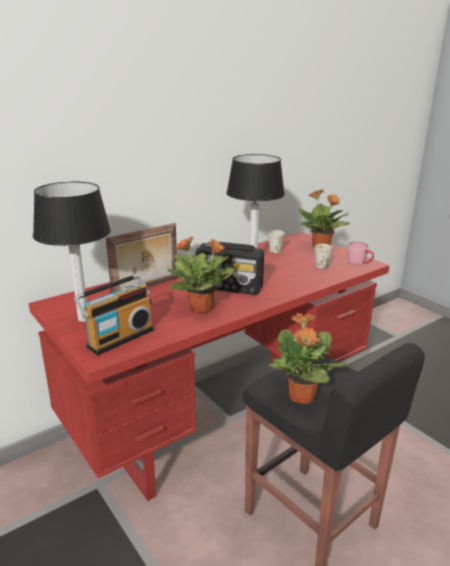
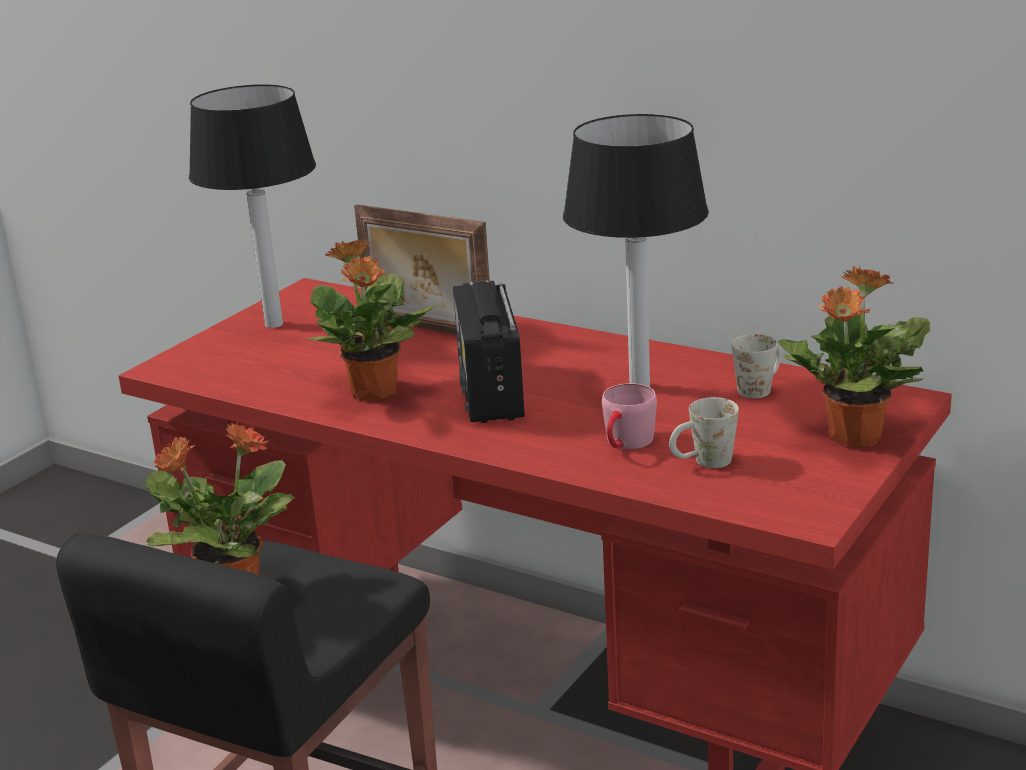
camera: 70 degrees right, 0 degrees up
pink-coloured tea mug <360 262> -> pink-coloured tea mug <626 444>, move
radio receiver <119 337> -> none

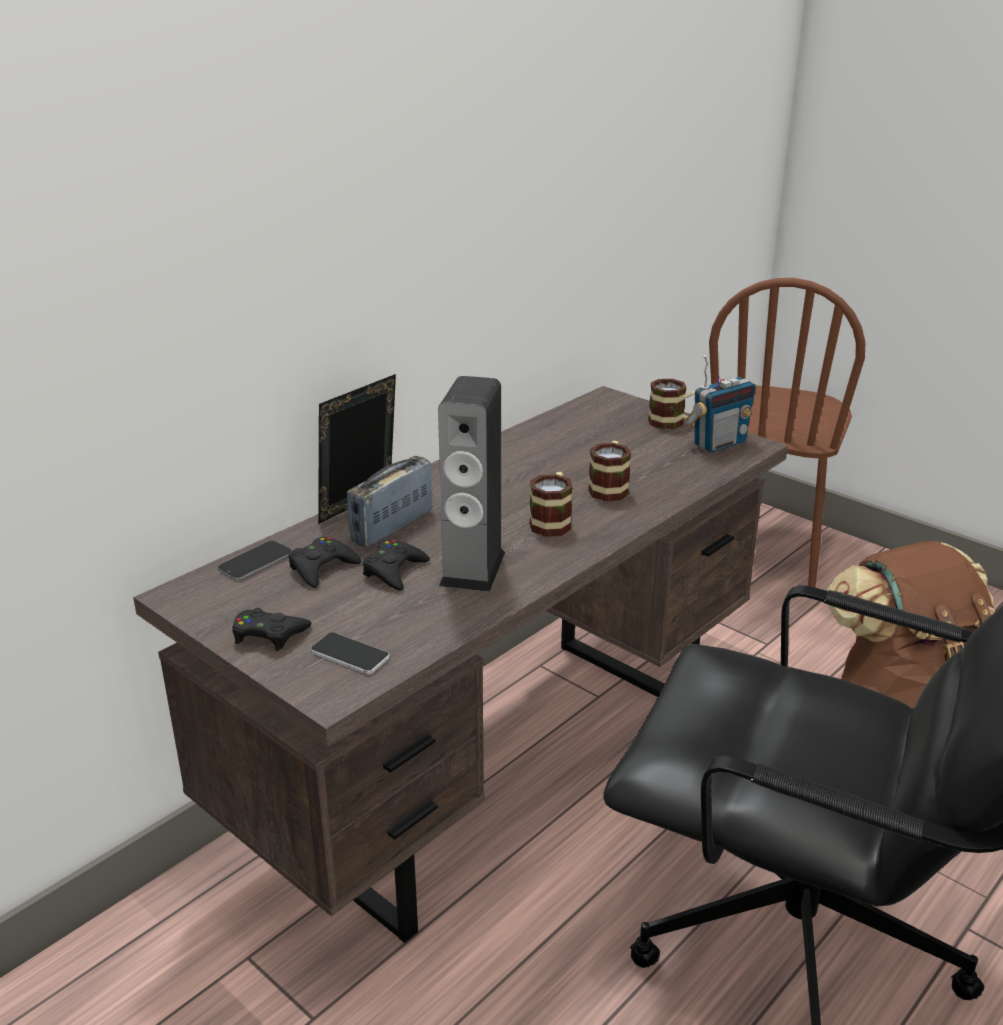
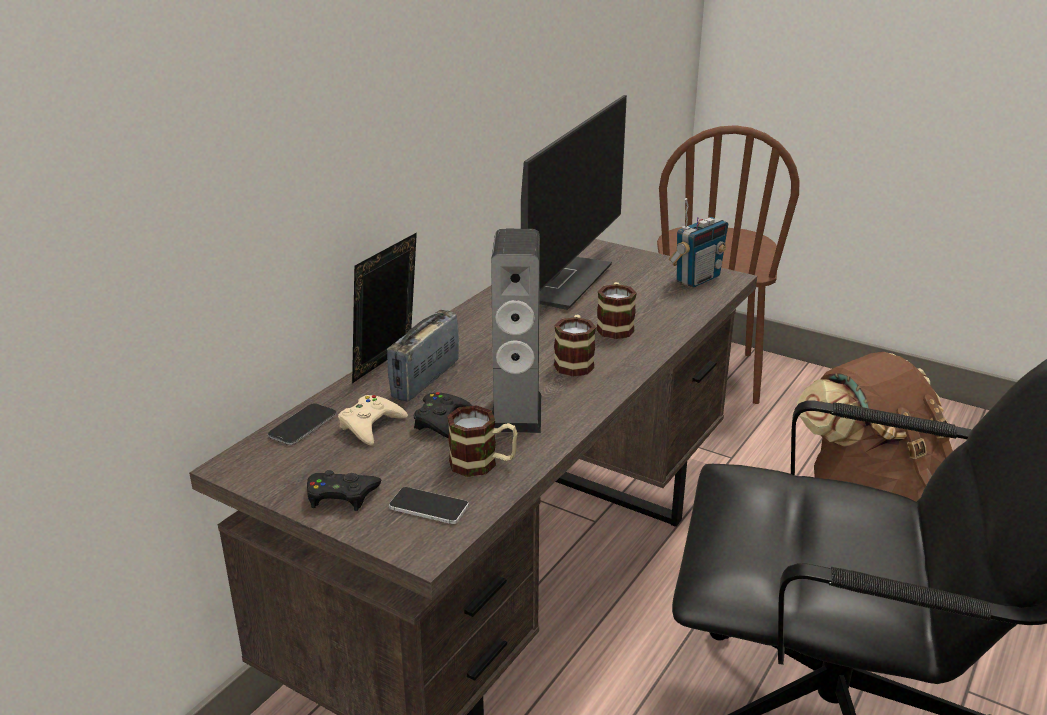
camera: 10 degrees left, 0 degrees up
black joypad <322 568> -> beige-coloured joypad <371 425>
tea mug <673 423> -> tea mug <483 464>, move
none -> computer display <557 281>

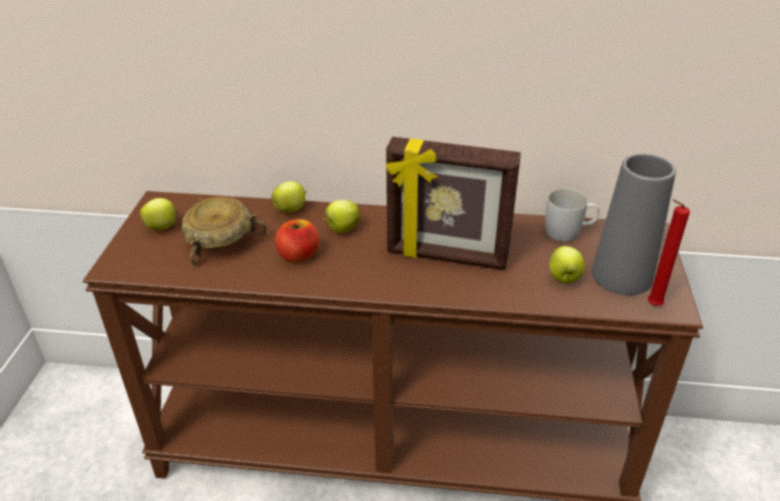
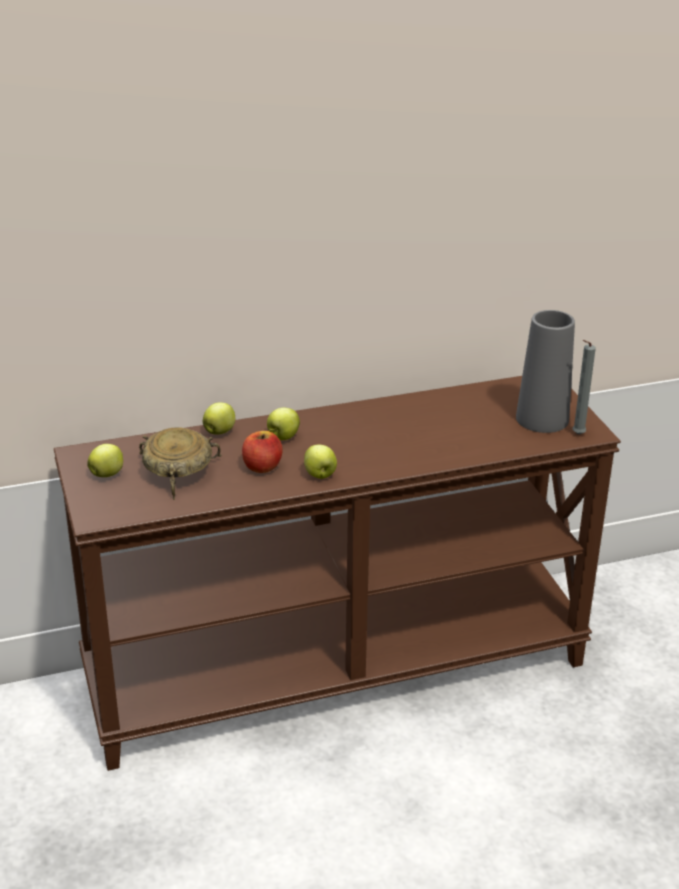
camera: 25 degrees left, 5 degrees down
whole apple <564 278> -> whole apple <320 475>, move
reddish candle <651 306> -> greyish candle <576 435>
standing frame <446 257> -> none
white-coloured tea mug <569 232> -> none

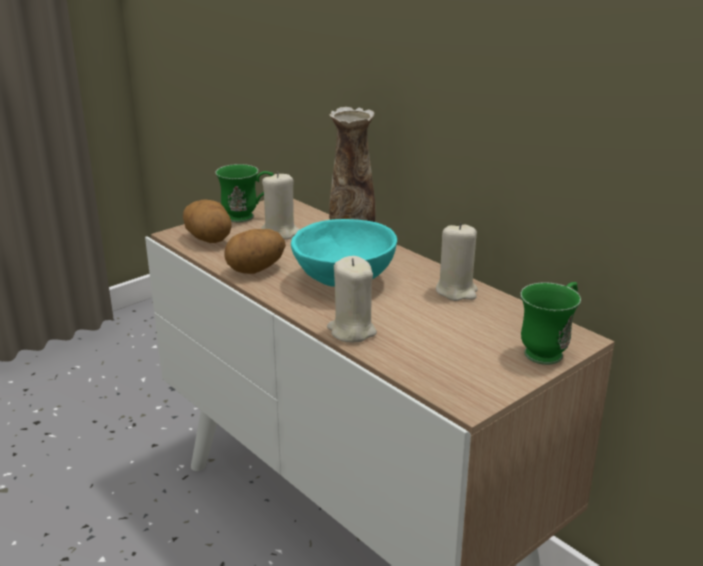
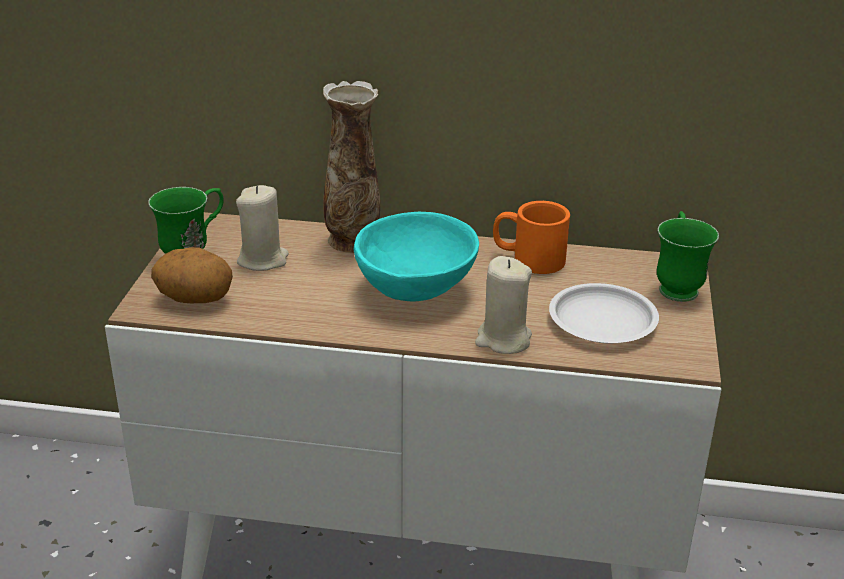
camera: 40 degrees left, 5 degrees up
beige-coloured candle <456 291> -> orange tea mug <528 259>
none -> white-coloured plate <601 320>
whole potato <256 270> -> none

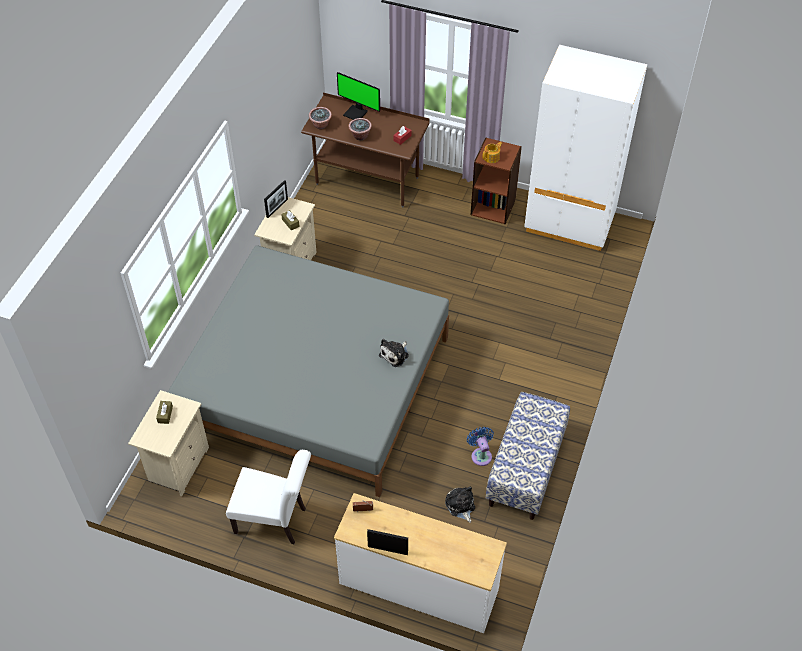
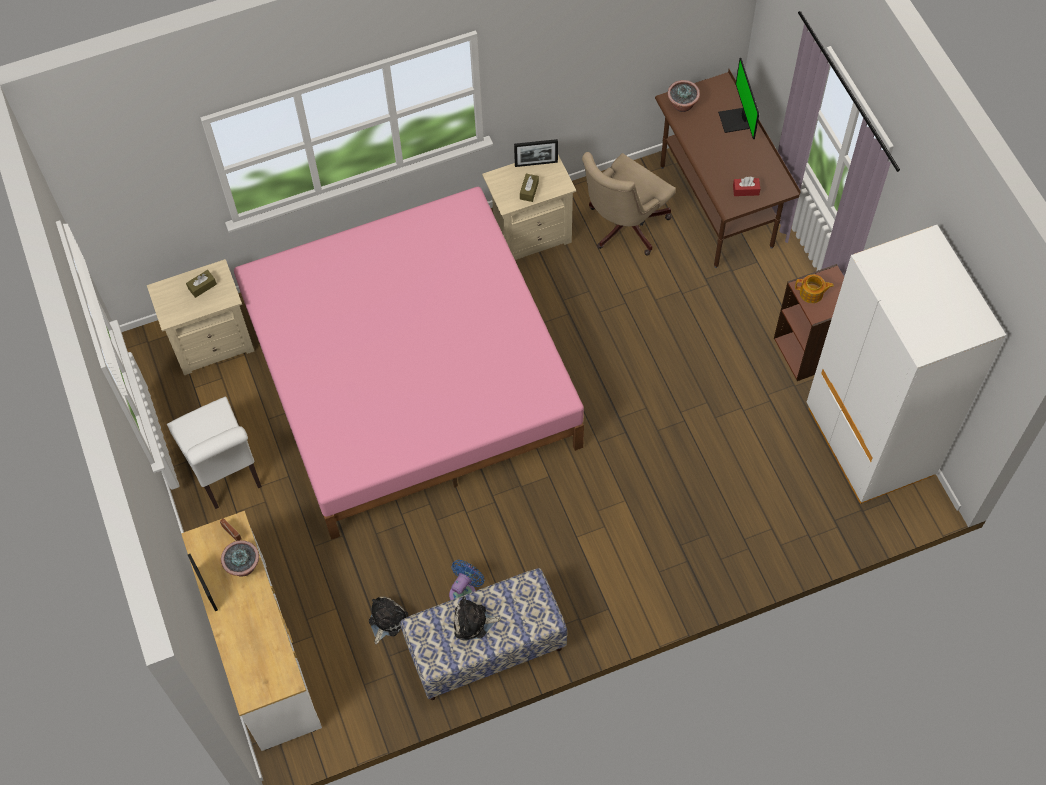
camera: 50 degrees right, 10 degrees up
potted plant <360 136> -> potted plant <243 566>, move
greyish bedroom bed <316 382> -> pink-coloured bedroom bed <411 376>
plush toy <395 354> -> plush toy <473 622>, move
none -> beige-coloured computer chair <623 227>

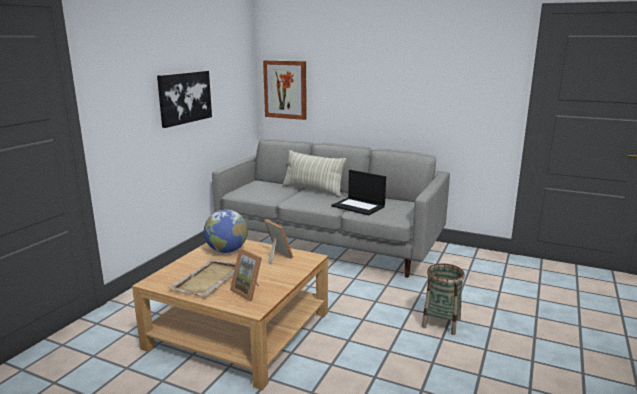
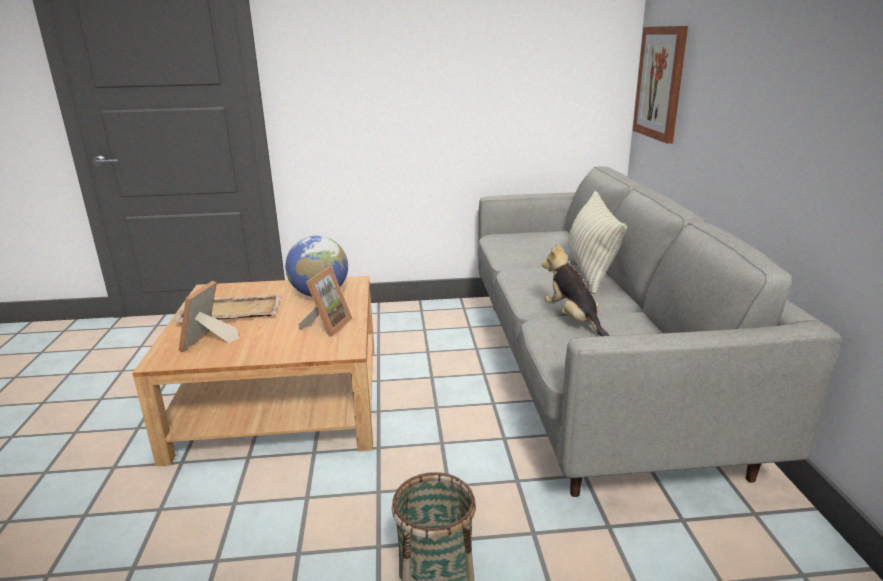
camera: 60 degrees right, 5 degrees up
laptop <359 206> -> plush toy <573 319>
picture <184 97> -> none

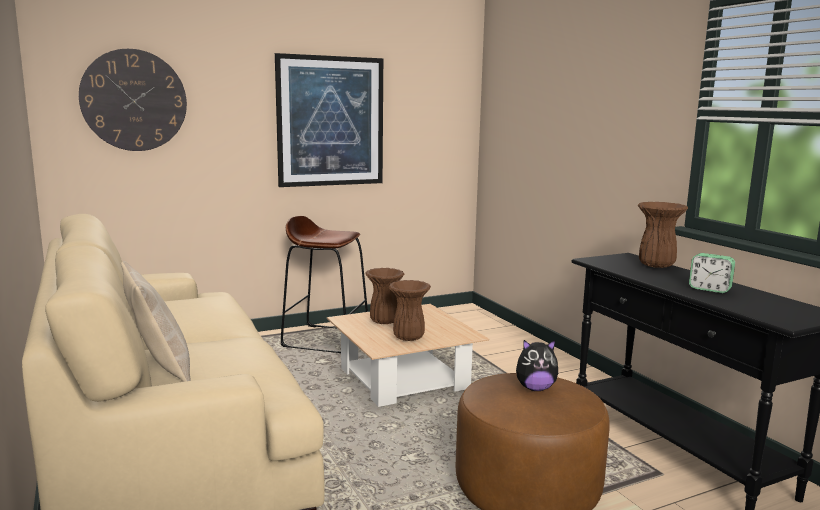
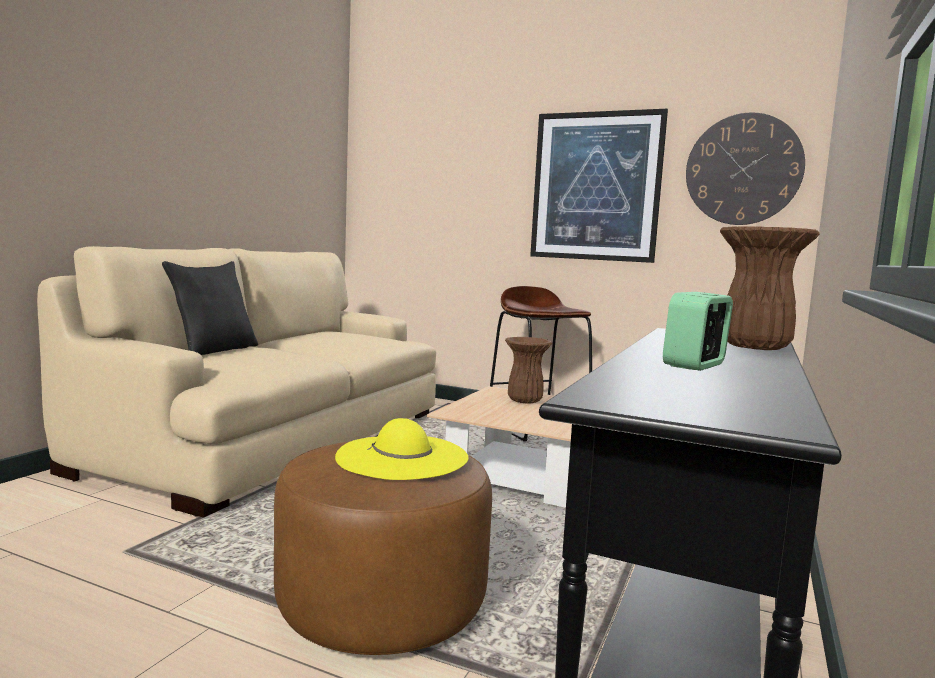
camera: 50 degrees right, 5 degrees down
beige-coloured throw pillow <159 367> -> black throw pillow <214 350>
plush toy <535 388> -> yellow-coloured wearable hat <402 457>
alarm clock <709 289> -> alarm clock <694 365>, 45 degrees clockwise
hanging clock <134 100> -> hanging clock <743 169>, move
brown flower vase <409 337> -> none

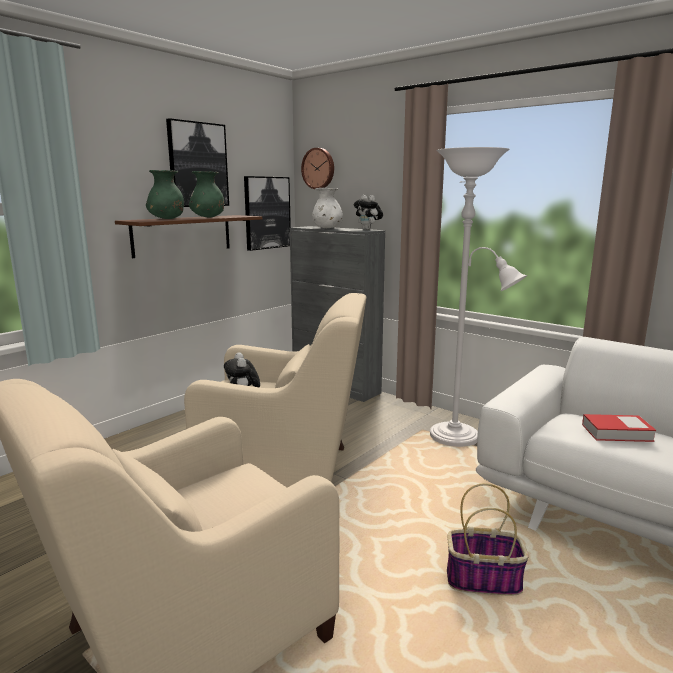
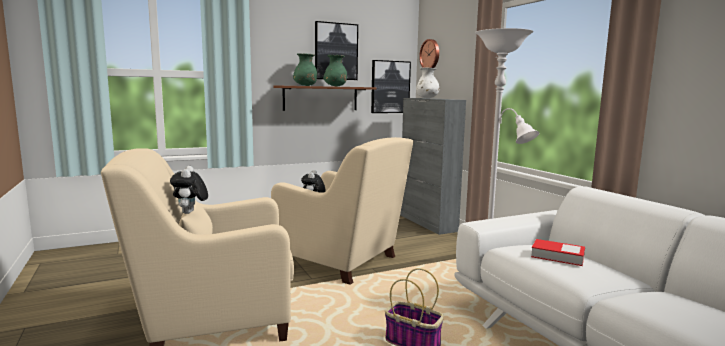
camera: 25 degrees right, 5 degrees down
plush toy <368 229> -> plush toy <190 213>, move

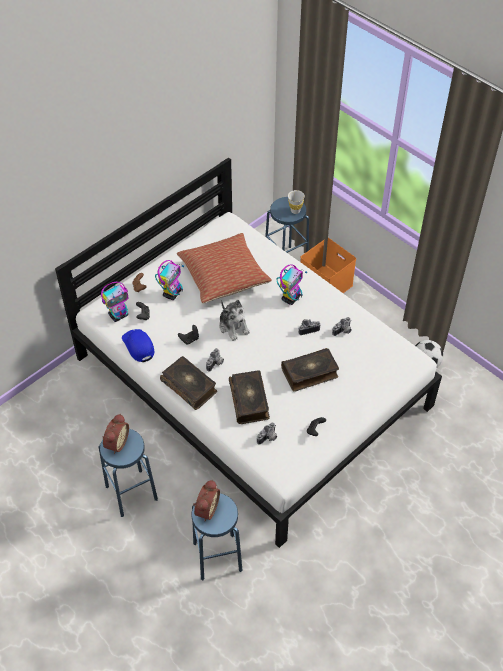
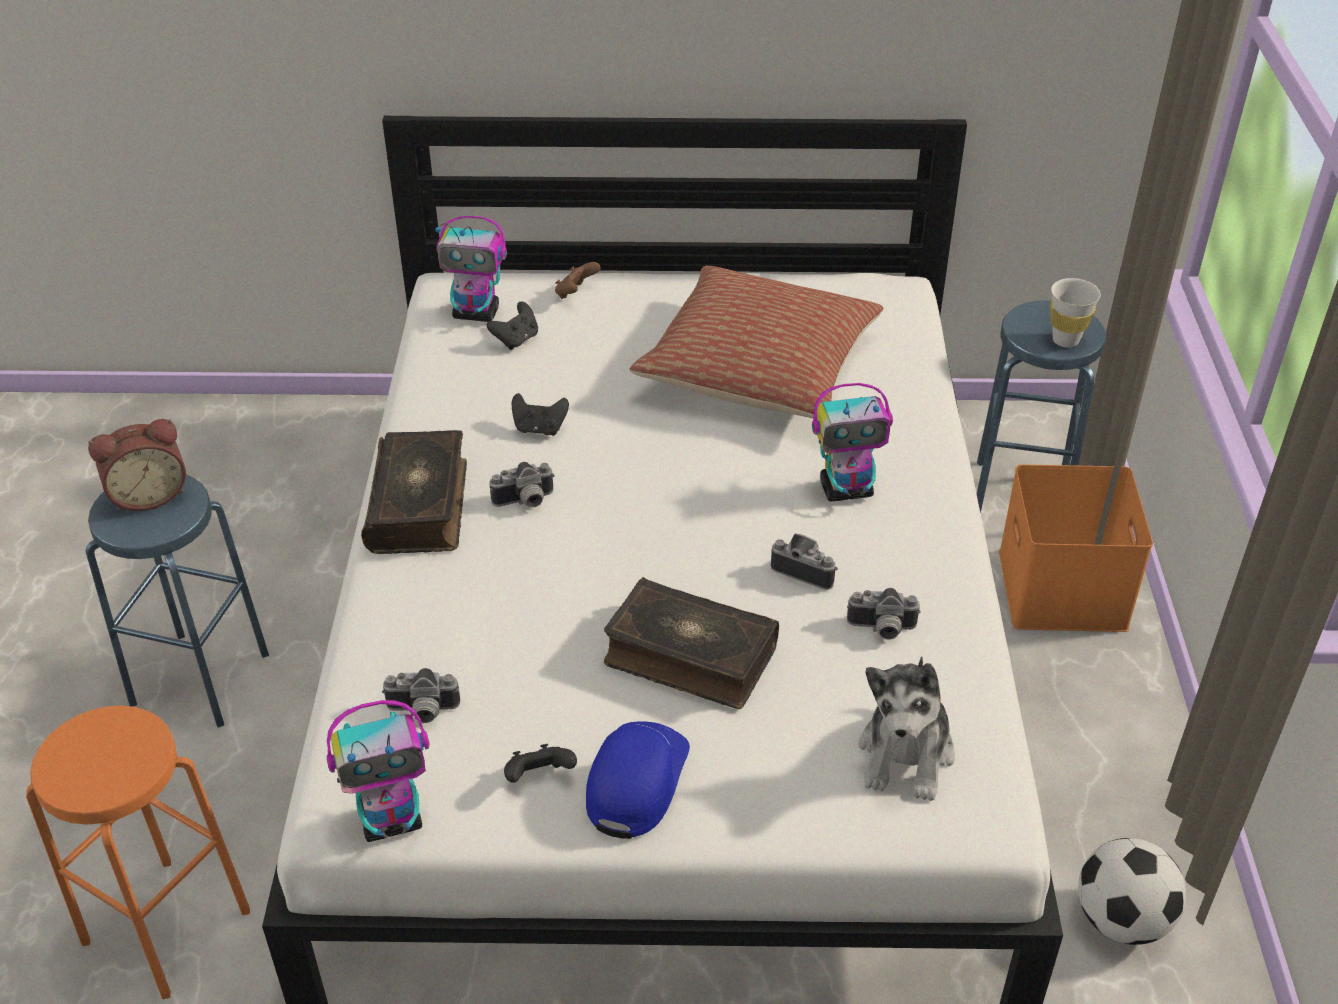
camera: 45 degrees right, 10 degrees down
blue-coloured stool seat <217 556> -> orange stool seat <167 926>
model robot <172 293> -> model robot <392 820>, move
blue-coloured baseball cap <138 346> -> blue-coloured baseball cap <636 780>, move
plush toy <233 326> -> plush toy <906 754>, move
alarm clock <205 509> -> none
book <249 401> -> none

